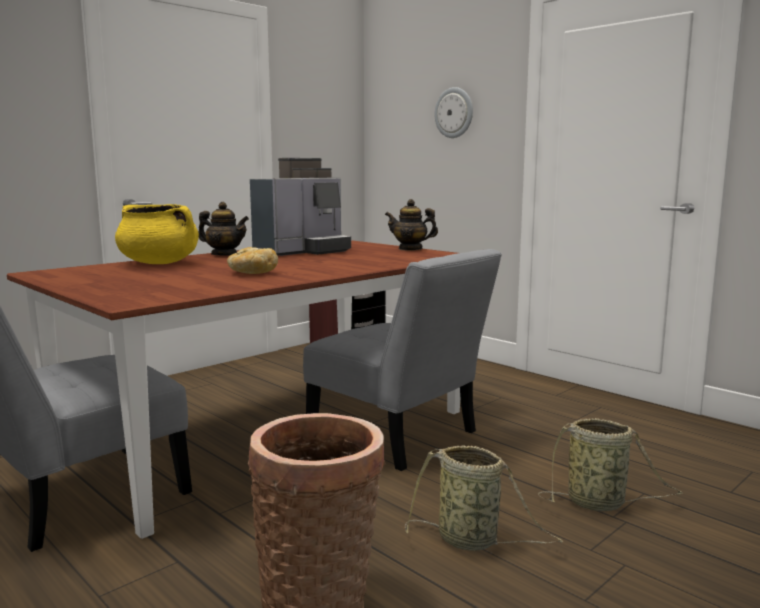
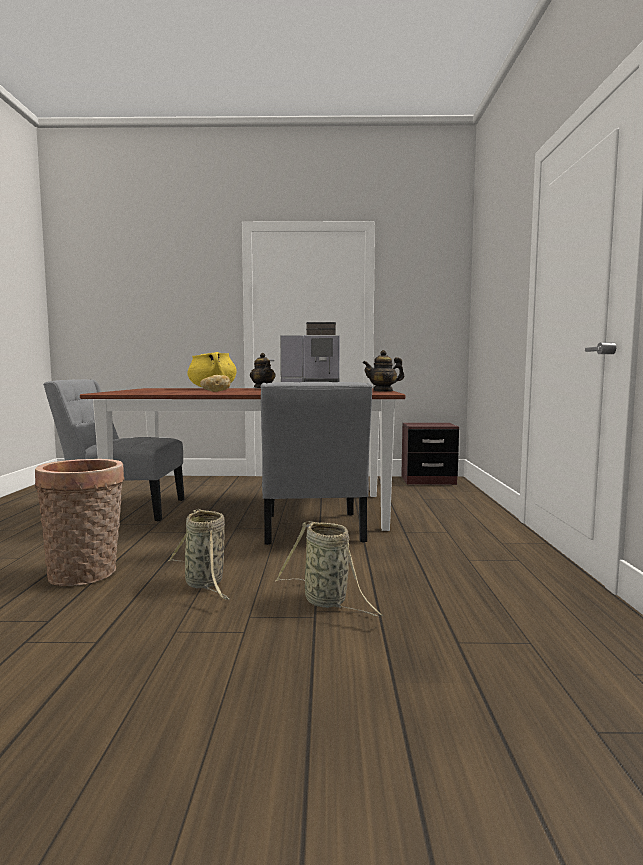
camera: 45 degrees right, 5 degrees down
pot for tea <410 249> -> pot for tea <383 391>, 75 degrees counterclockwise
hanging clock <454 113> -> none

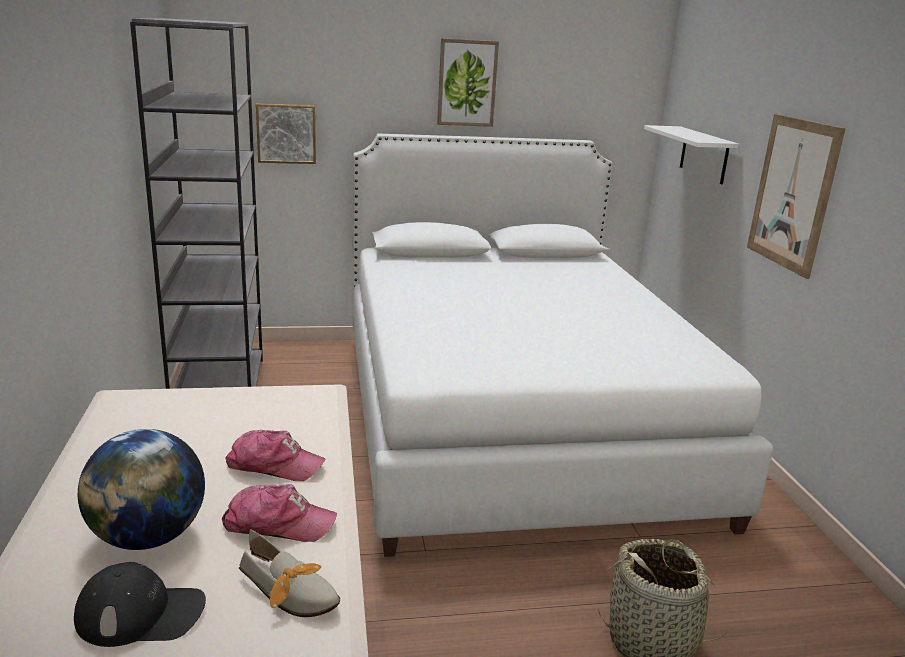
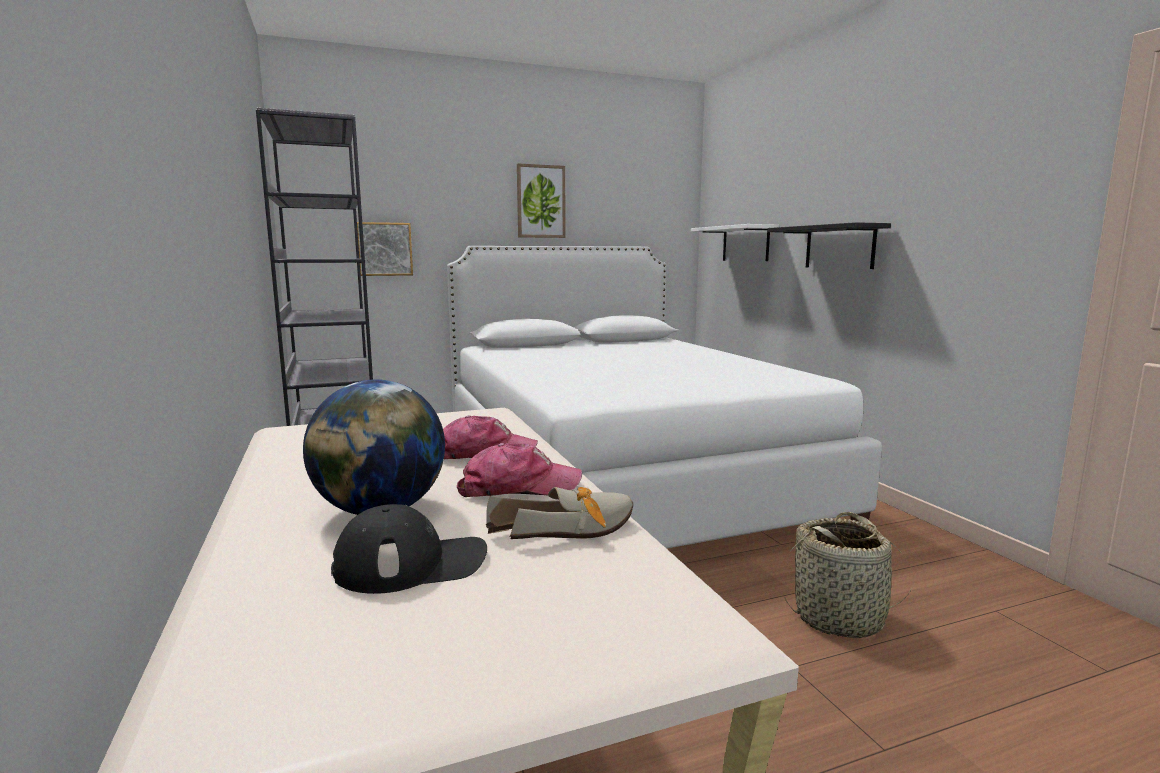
camera: 10 degrees left, 10 degrees down
item of footwear <292 593> -> item of footwear <573 530>, 45 degrees counterclockwise
picture <792 193> -> black shelf <839 247>

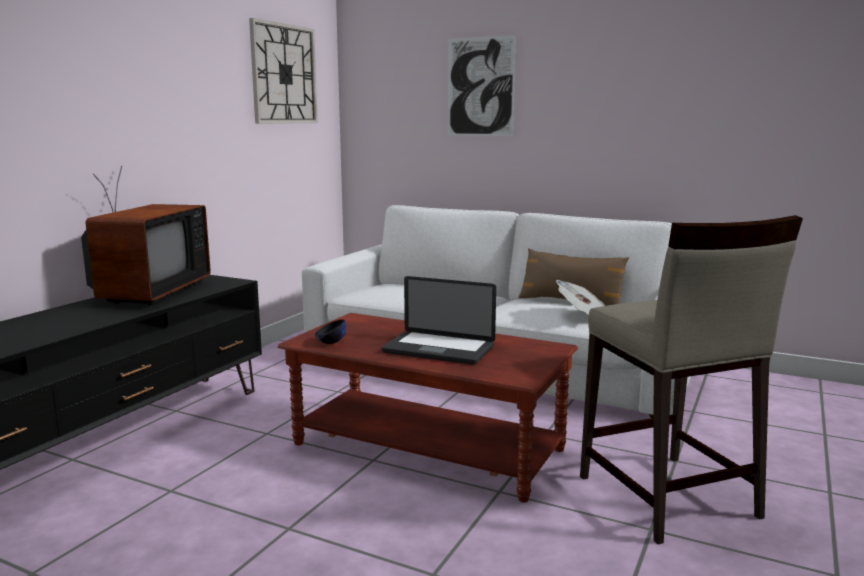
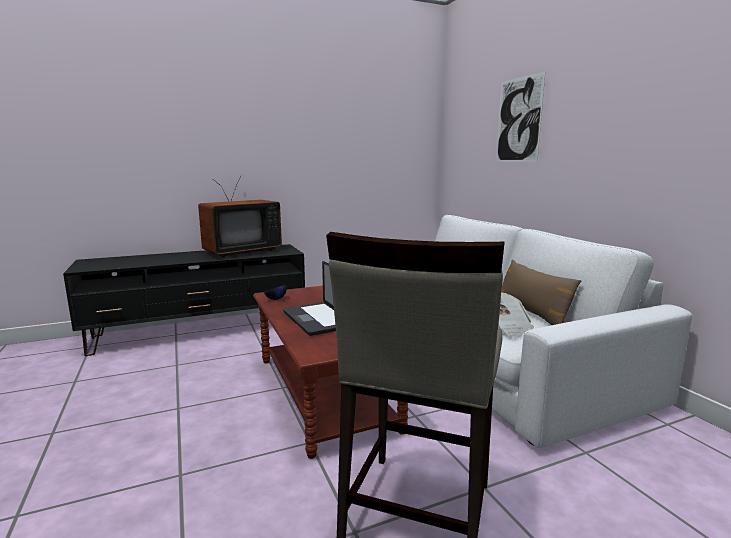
camera: 40 degrees right, 0 degrees up
hanging clock <284 74> -> none

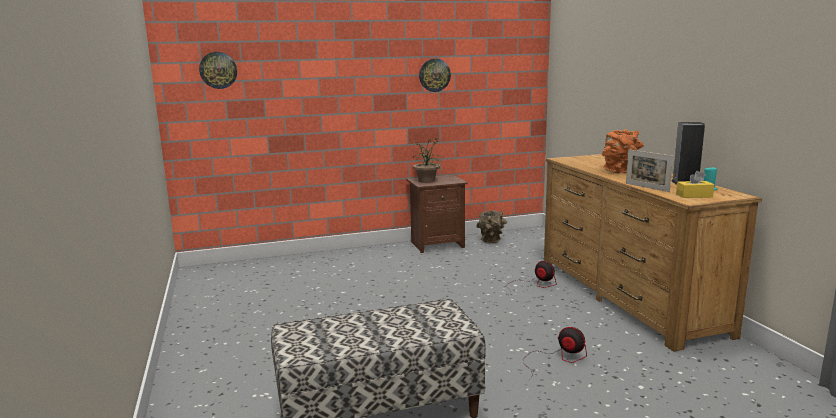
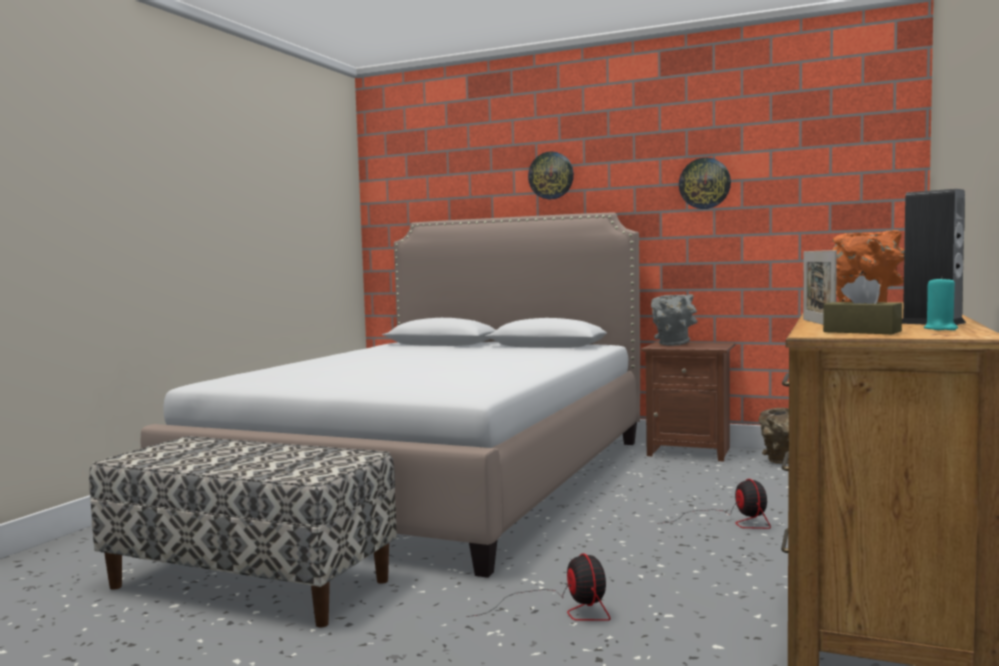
camera: 40 degrees right, 10 degrees down
none -> bedroom bed <435 479>
hanging clock <218 70> -> hanging clock <551 175>, move
potted plant <426 180> -> greyish flower vase <673 344>
yellow-coloured tissue box <694 195> -> brown tissue box <862 331>

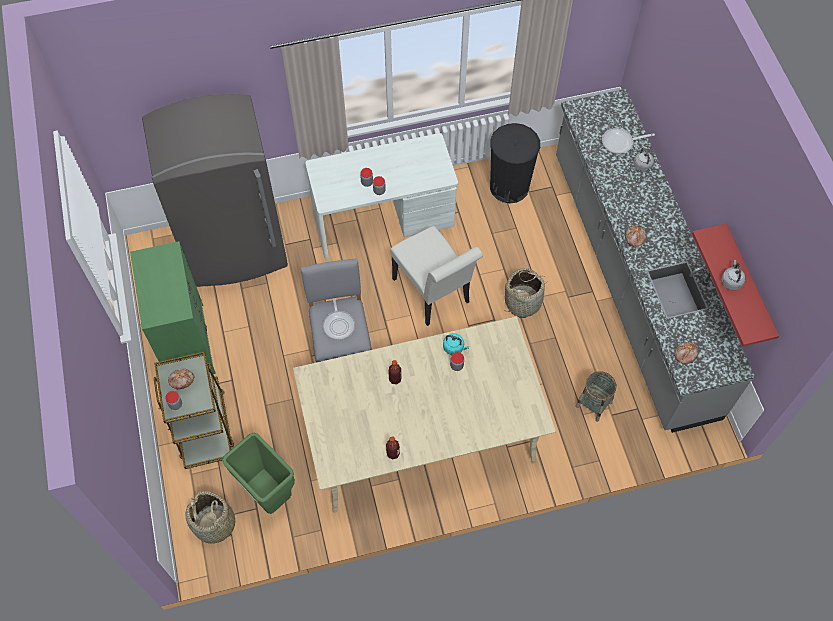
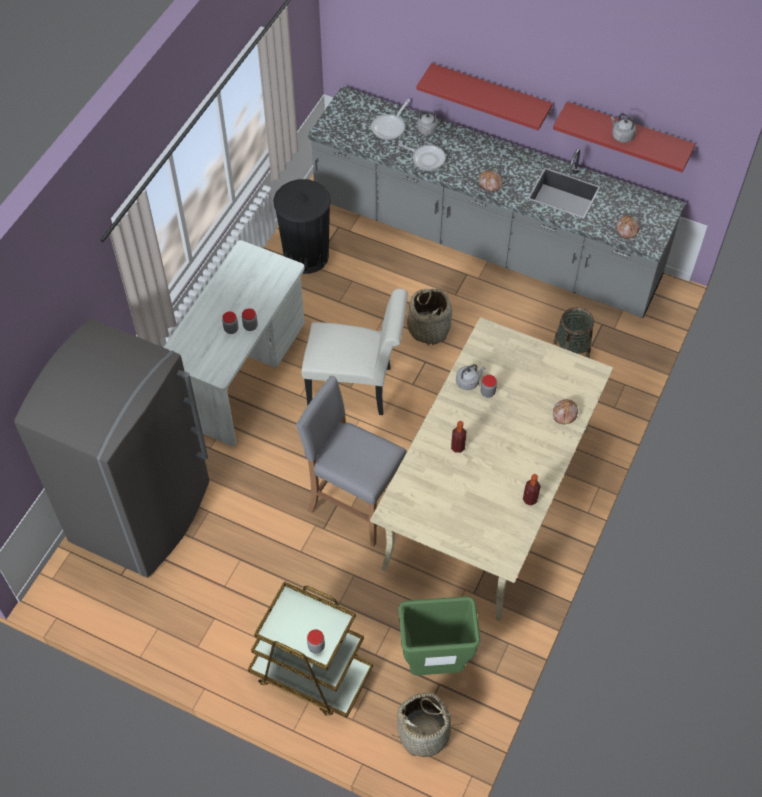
camera: 50 degrees left, 5 degrees down
pan <339 324> -> pan <426 159>, move
none -> reddish shelf <490 94>
blue-green tea kettle <454 348> -> greyish tea kettle <468 382>
bakery bread <181 380> -> bakery bread <564 414>, move
green drawer chest <187 343> -> none

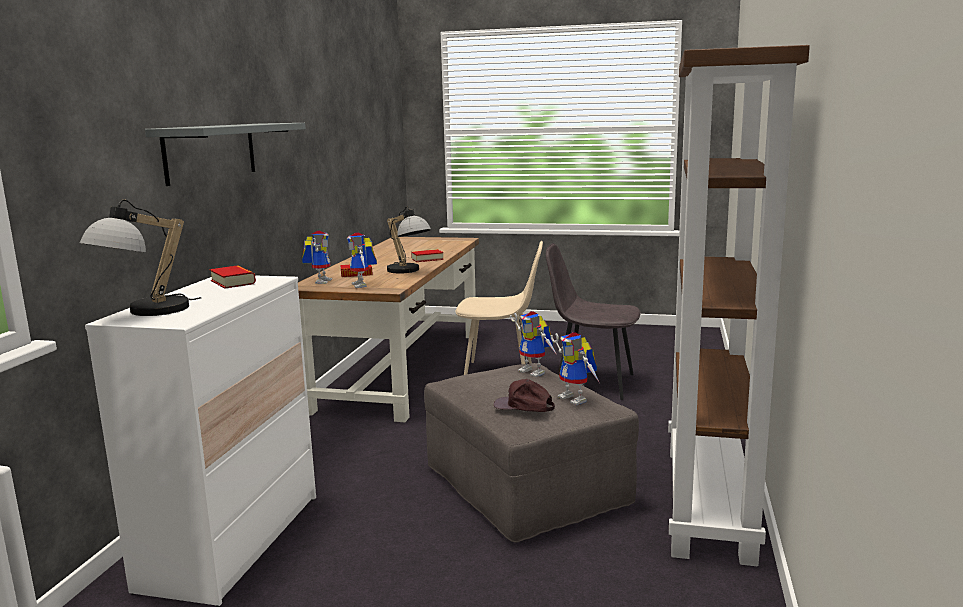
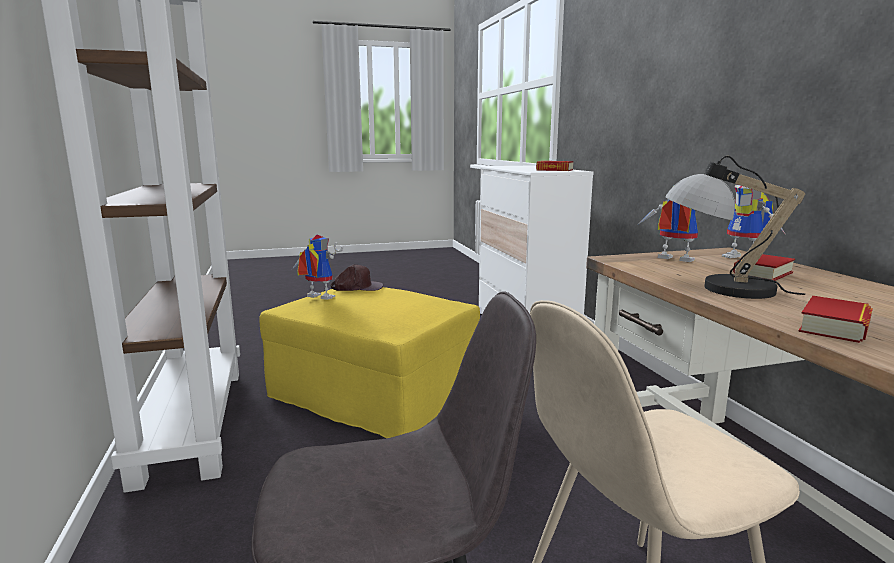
camera: 150 degrees right, 0 degrees up
greyish pouffe <527 487> -> yellow-coloured pouffe <373 396>
table lamp <145 312> -> none
greyish shelf <211 152> -> none
model robot <536 372> -> none

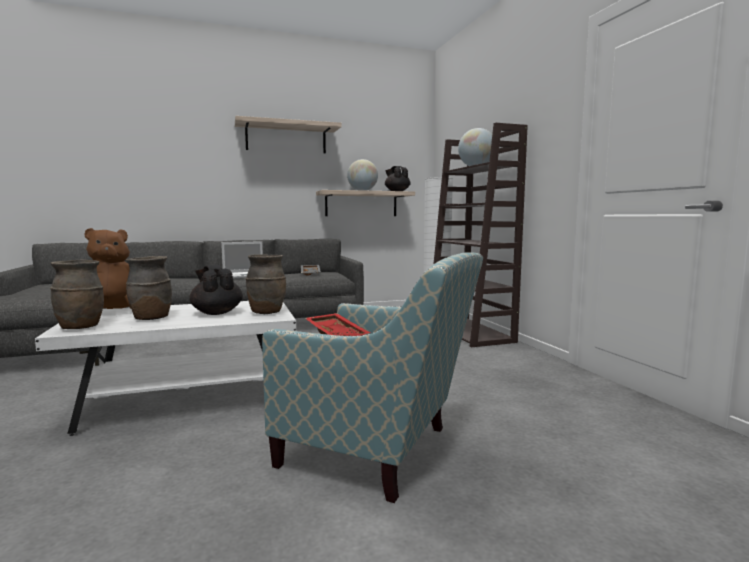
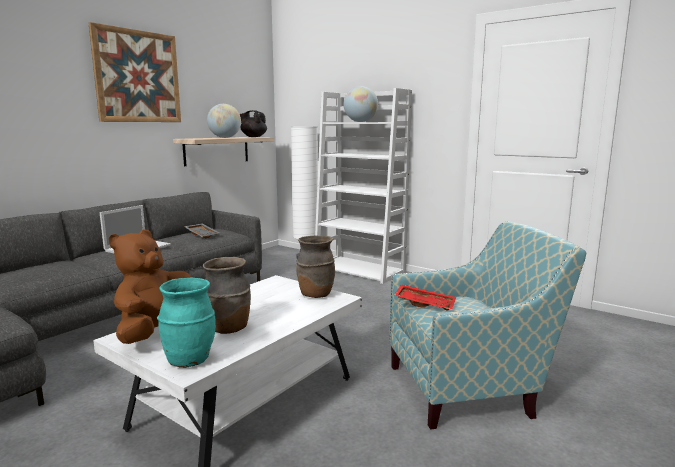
camera: 35 degrees left, 5 degrees up
shelf <286 138> -> picture <138 77>
brown flower vase <81 327> -> blue-green flower vase <189 360>
brown bookcase <470 333> -> white-coloured bookcase <360 270>
black pot for tea <216 313> -> none

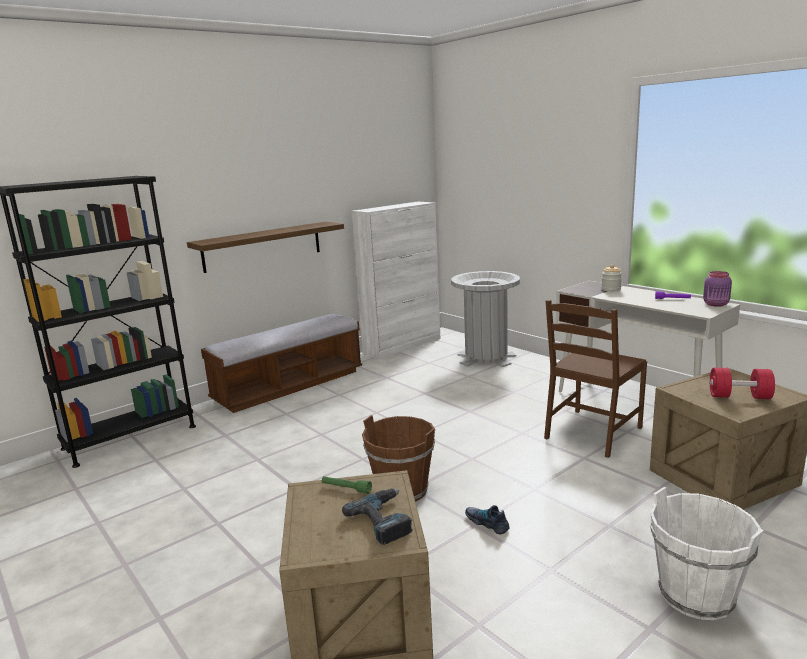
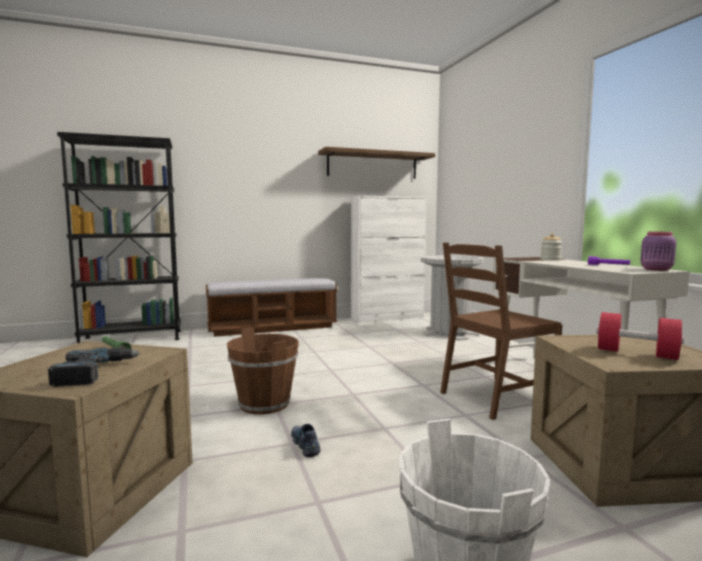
camera: 20 degrees right, 10 degrees down
shelf <263 246> -> shelf <372 165>, move

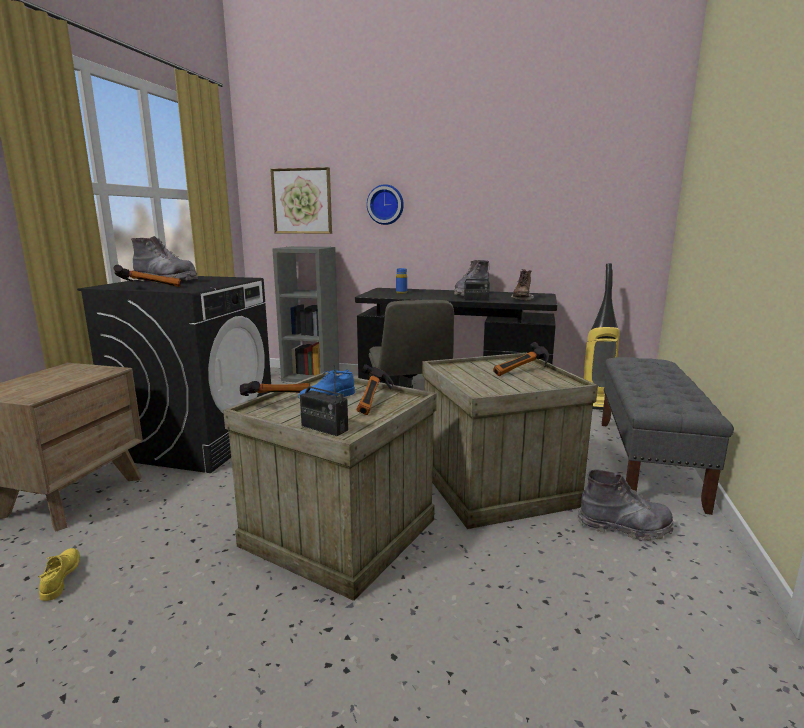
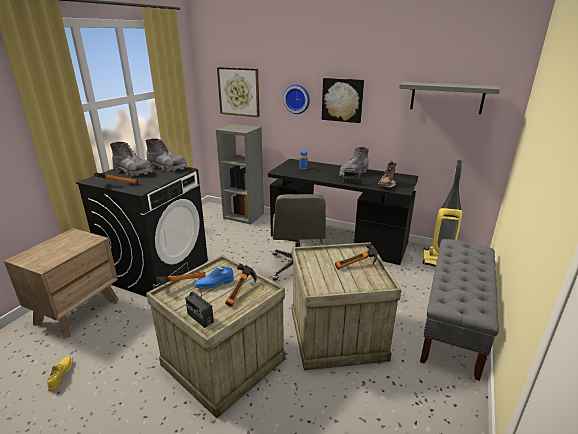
camera: 10 degrees right, 10 degrees up
greyish tall boot <624 527> -> greyish tall boot <167 167>, move
none -> picture <342 100>
none -> greyish shelf <446 97>

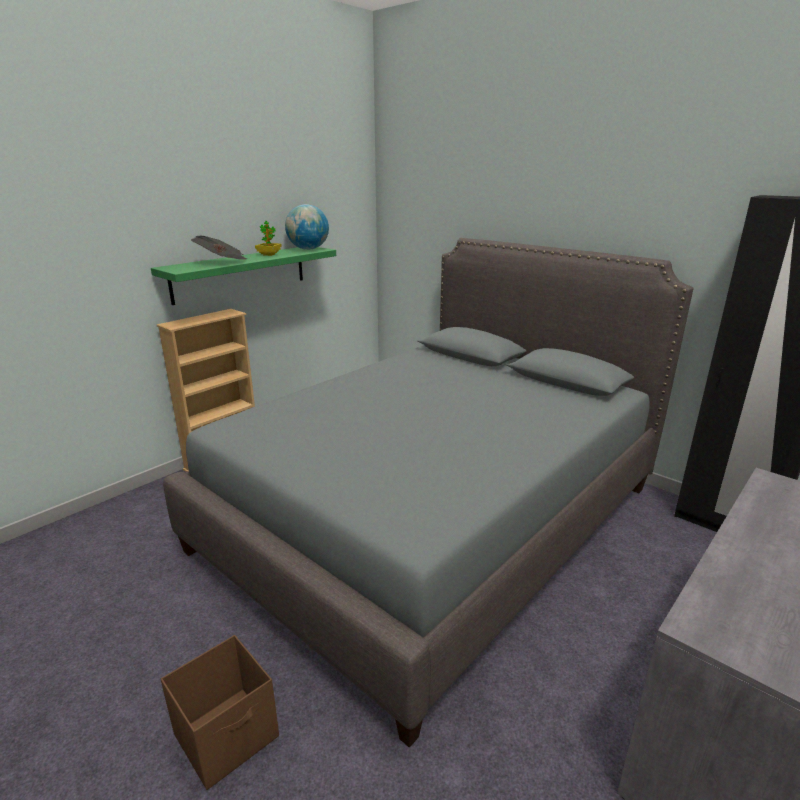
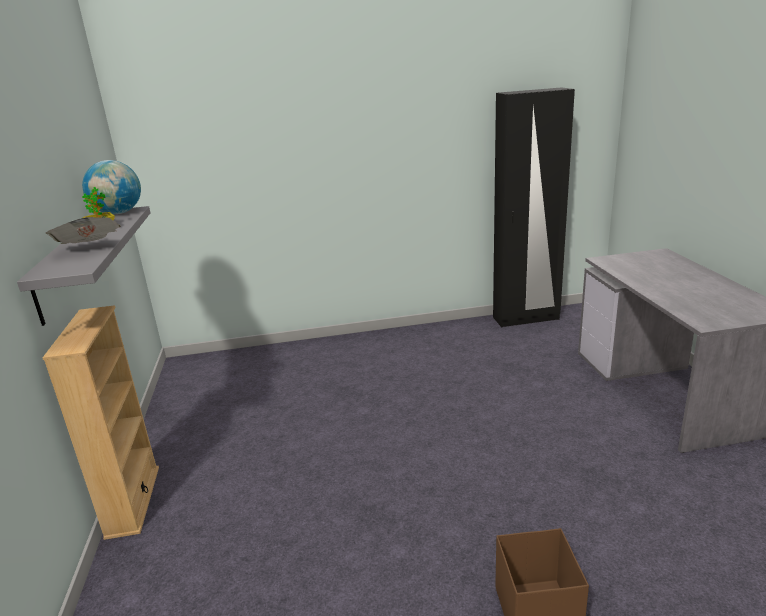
camera: 50 degrees left, 0 degrees up
green shelf <240 273> -> greyish shelf <71 262>
greyish bedroom bed <434 517> -> none

